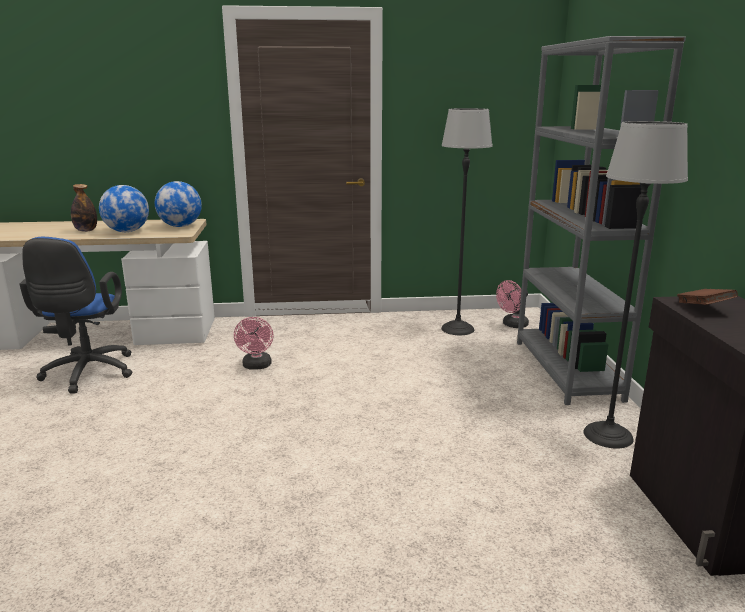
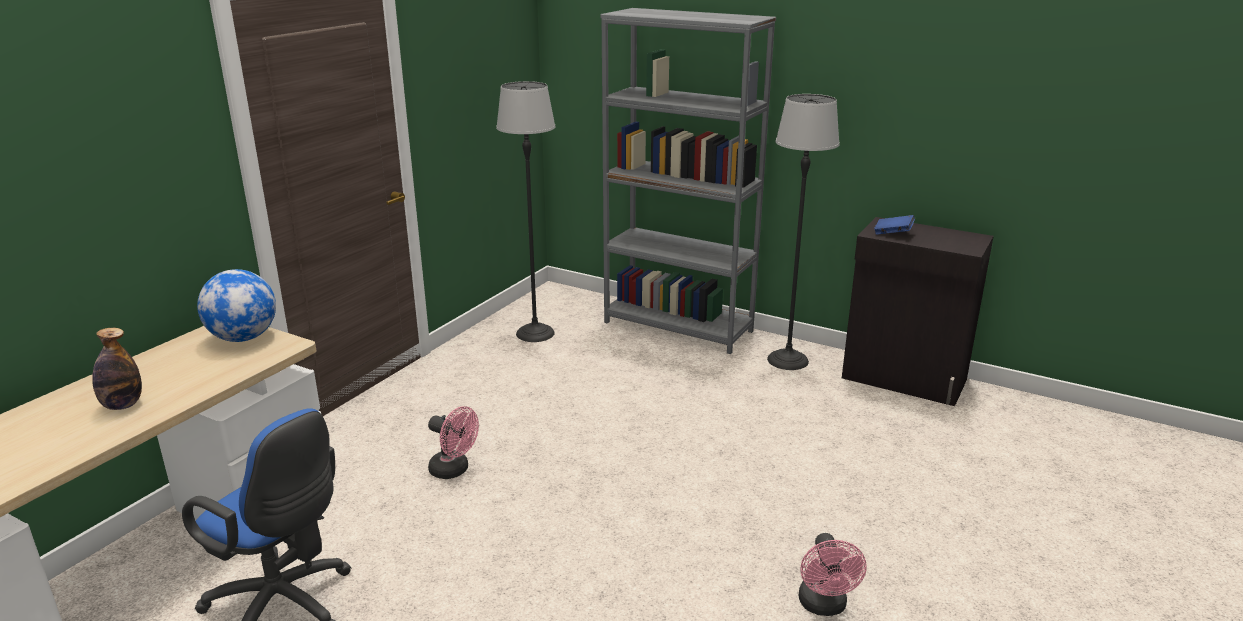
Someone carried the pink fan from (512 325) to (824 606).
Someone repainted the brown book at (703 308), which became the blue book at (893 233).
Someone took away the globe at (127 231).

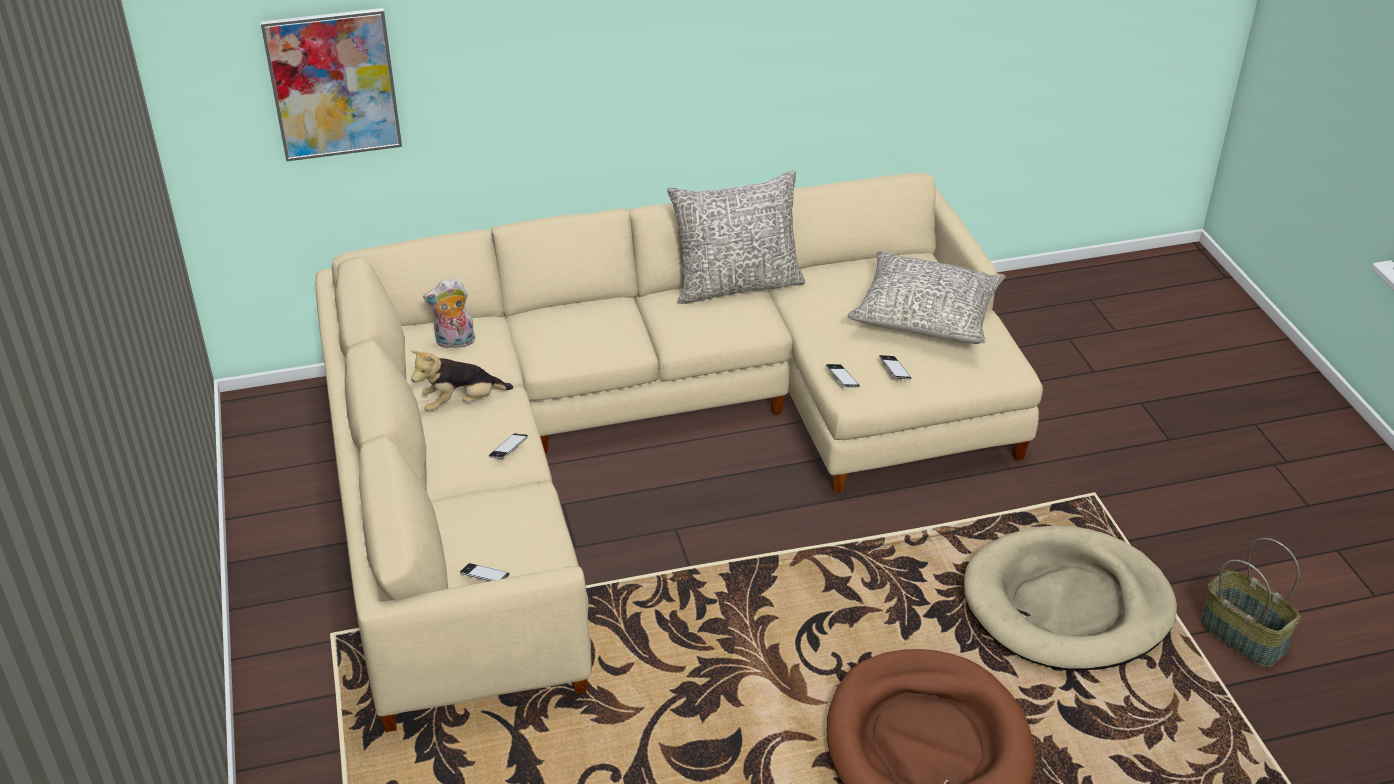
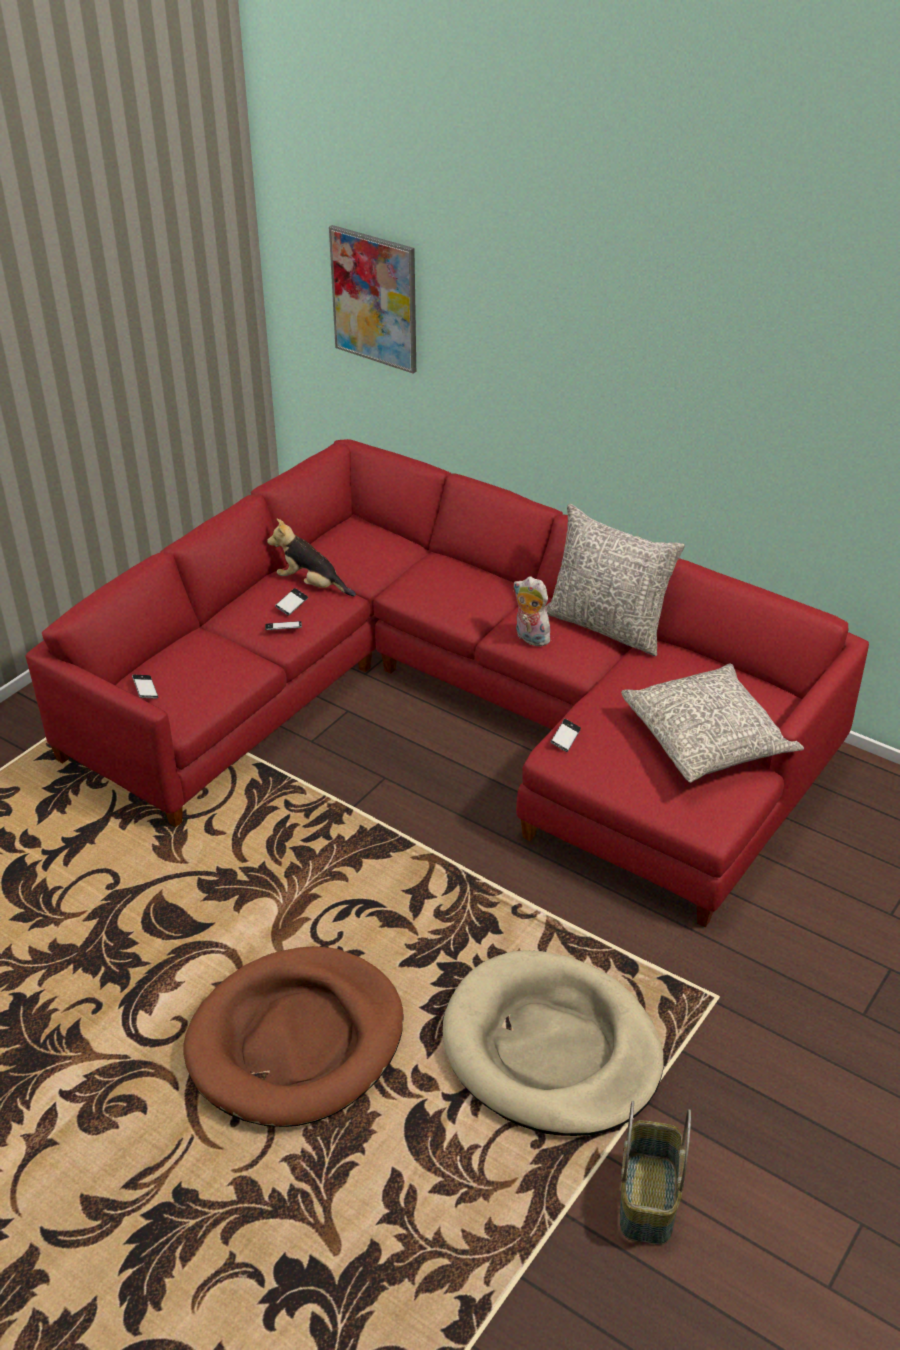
Someone repainted the beige sofa at (643 442), which became the red sofa at (457 710).
Someone carried the phone from (894 370) to (291 604).
Someone carried the plush toy from (454 343) to (530 638).

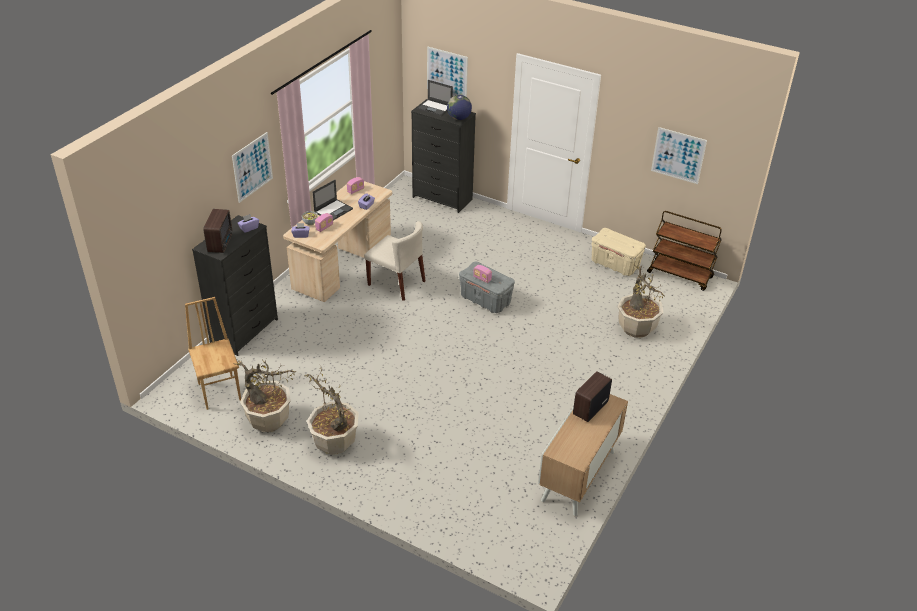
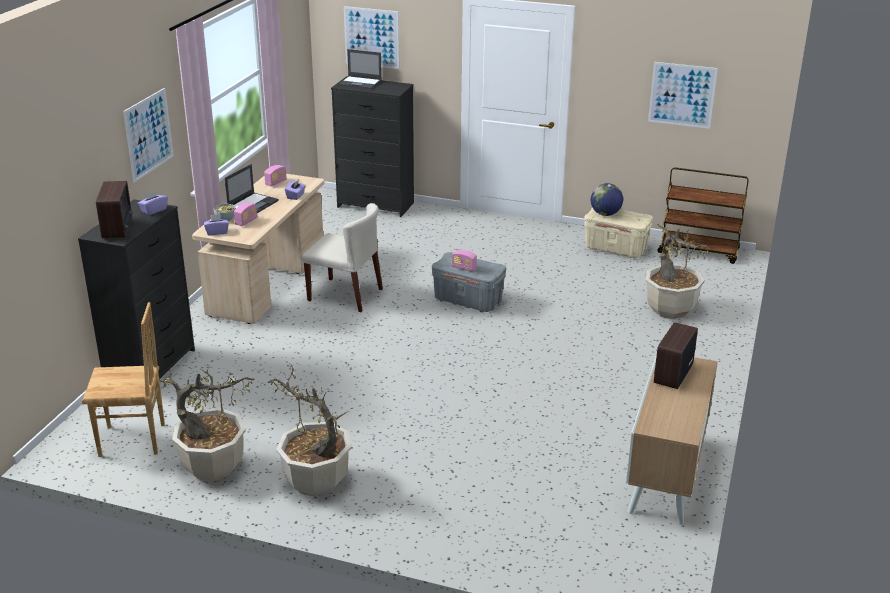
Someone rotated the brown chair at (220 391) by 120 degrees clockwise.
Someone carried the globe from (459 118) to (605 214).

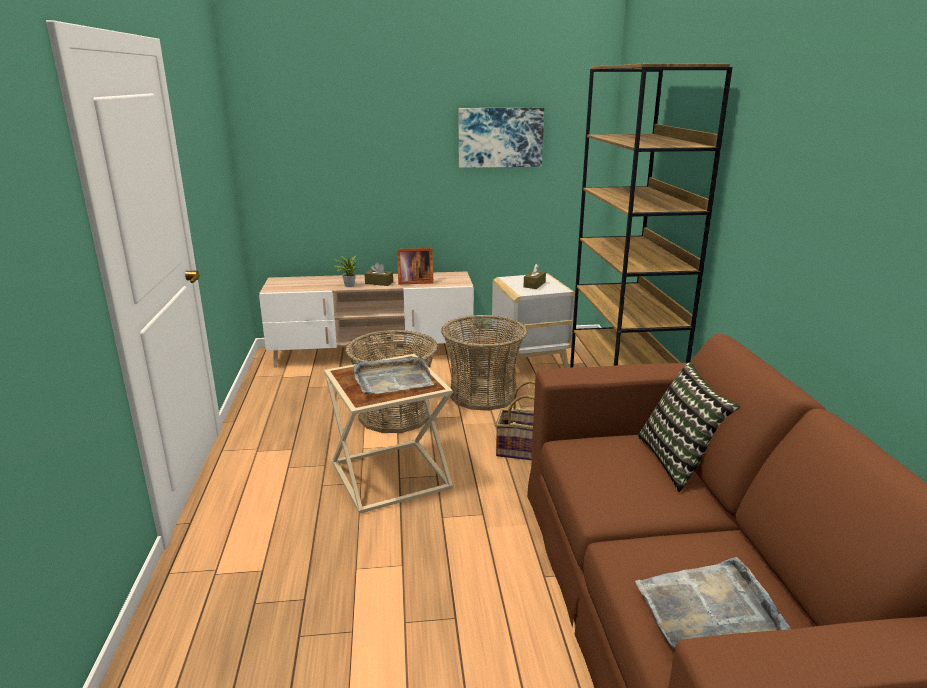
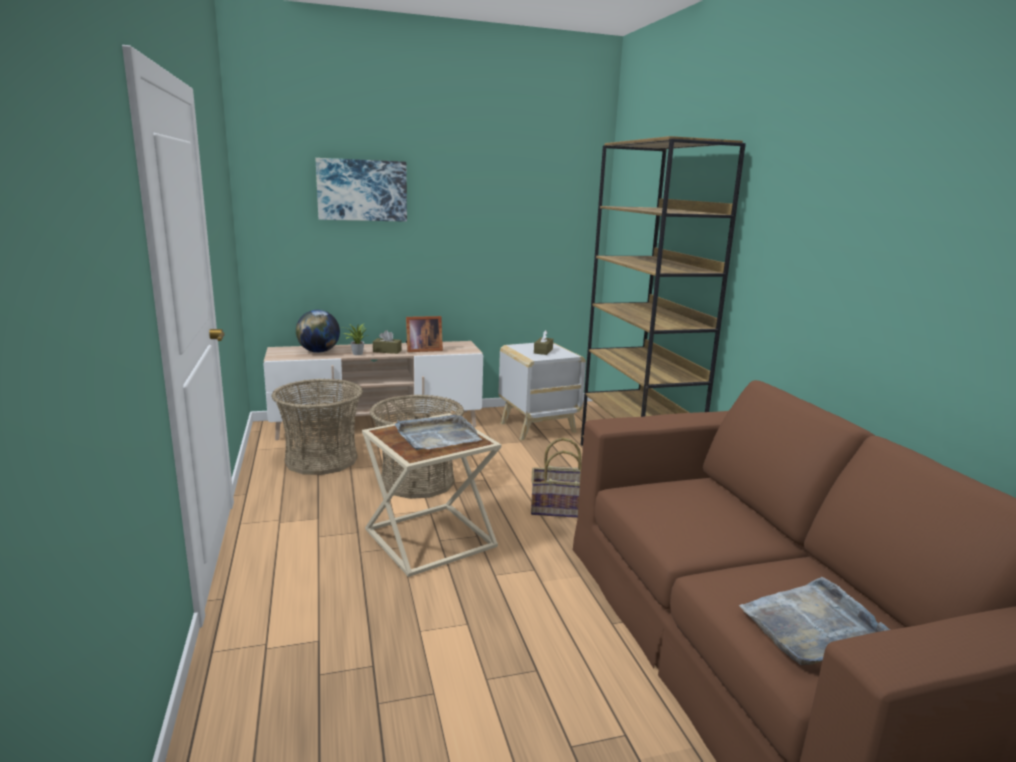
Someone carried the basket from (483 394) to (321 460).
Someone put down the globe at (318 352).
Someone carried the picture from (500 137) to (362 190).
Someone took away the pillow at (680 461).

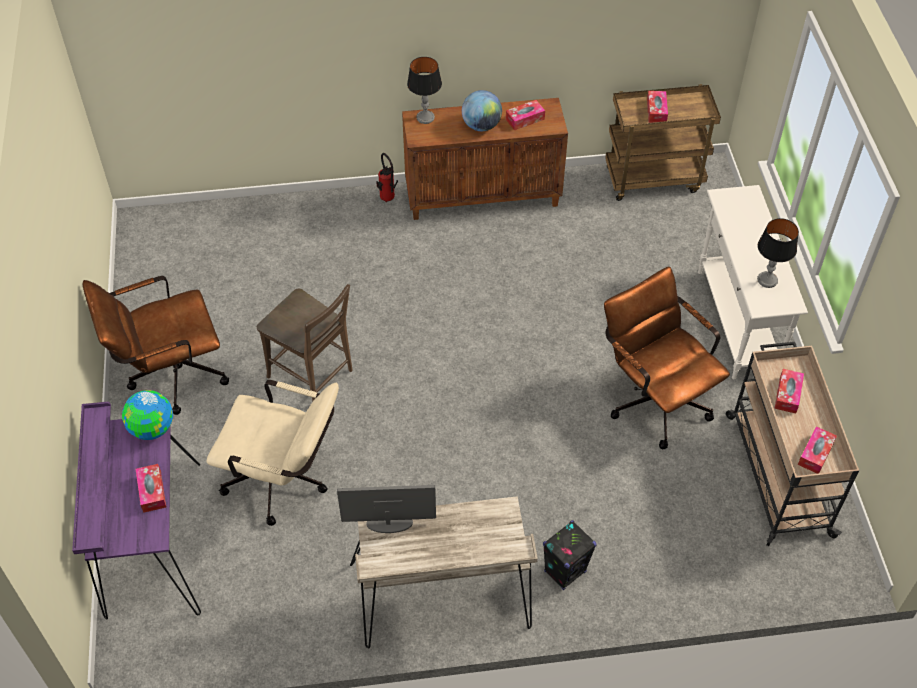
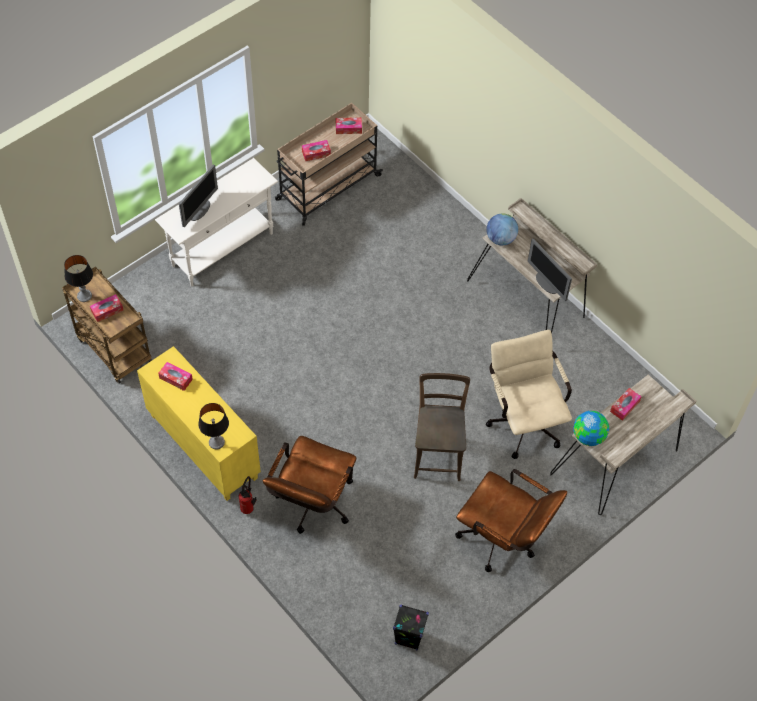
Someone carried the table lamp from (767 280) to (84 296).
Someone repainted the brown cabinet at (483 196), which became the yellow cabinet at (202 446).
Someone put down the monitor at (200 210).
Someone carried the brown office chair from (654 398) to (312 505).
Someone carried the black speaker from (565 571) to (408 637).
Someone carried the globe from (481 126) to (500 239).
Someone repainted the purple desk at (150 542), which became the beige desk at (617 463).

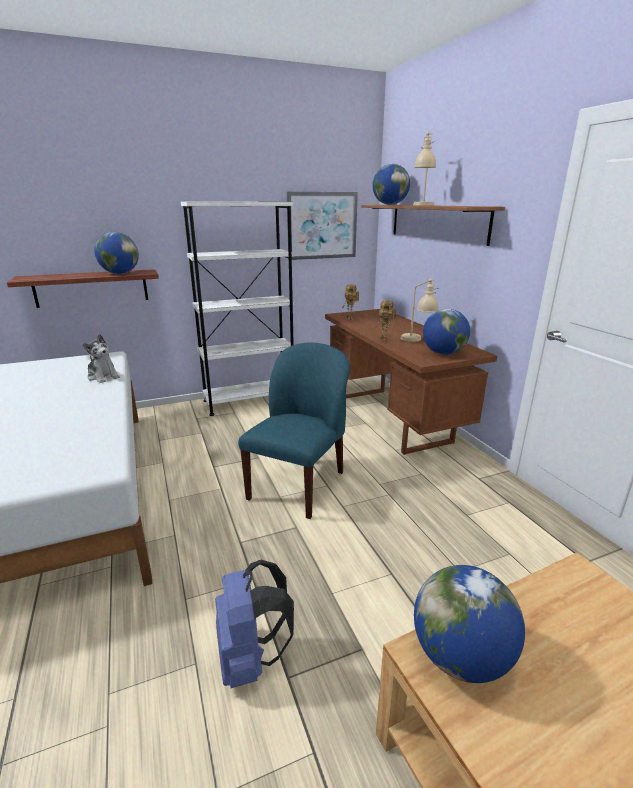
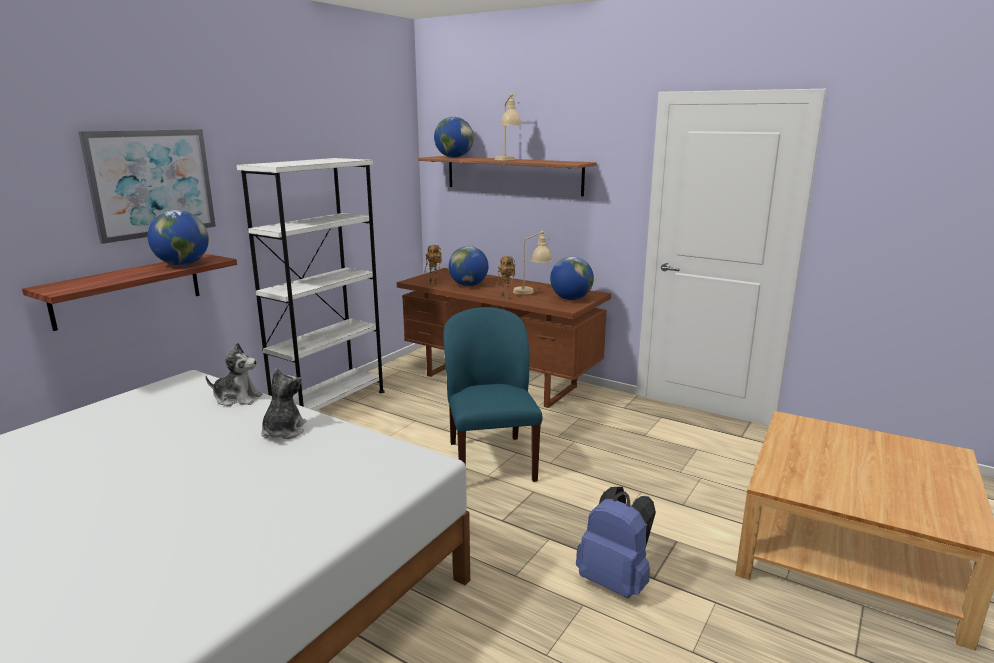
Someone carried the picture from (322 226) to (152 183).
Someone put down the plush toy at (283 431).
Someone carried the globe from (460 656) to (468 285).

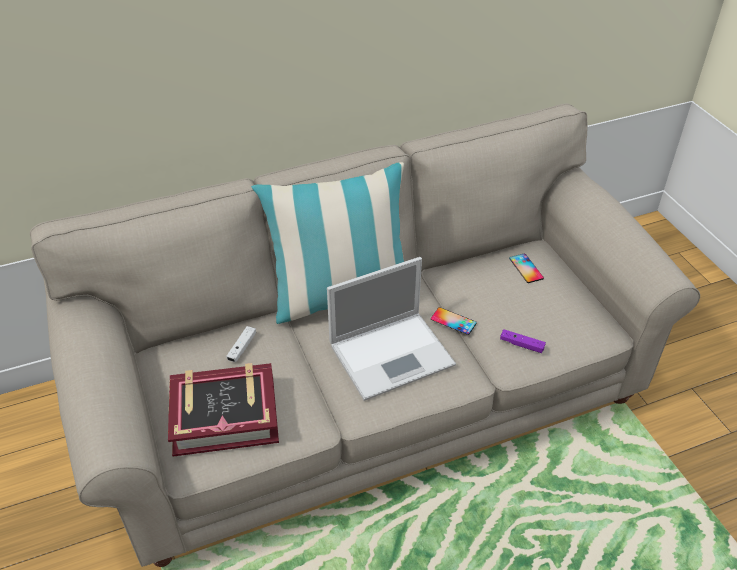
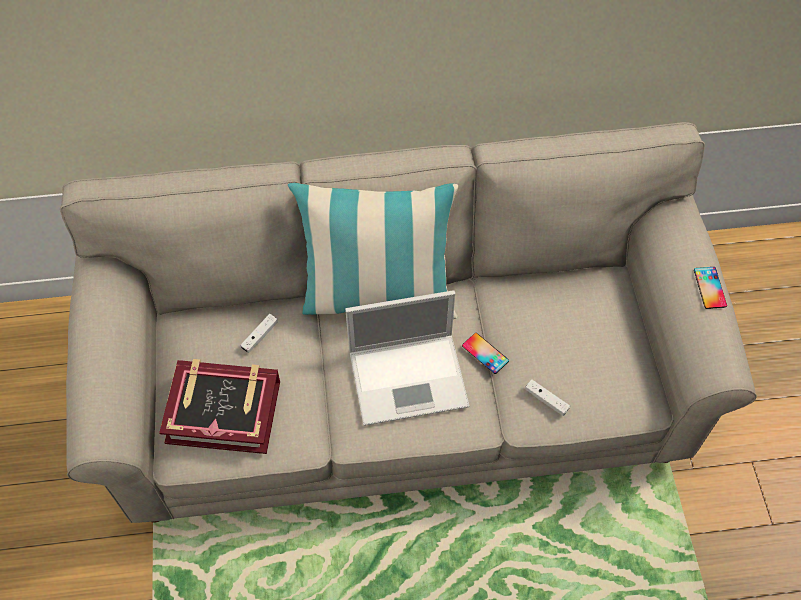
Someone repainted the purple game controller at (521 345), which became the white game controller at (546 400).
Someone carried the phone from (526 268) to (710 288).

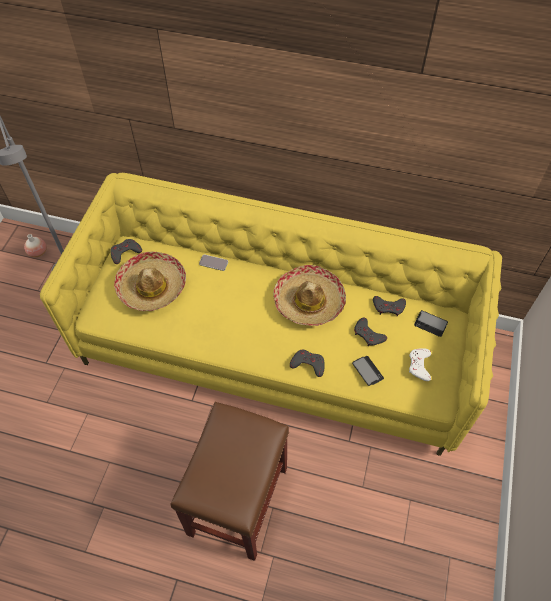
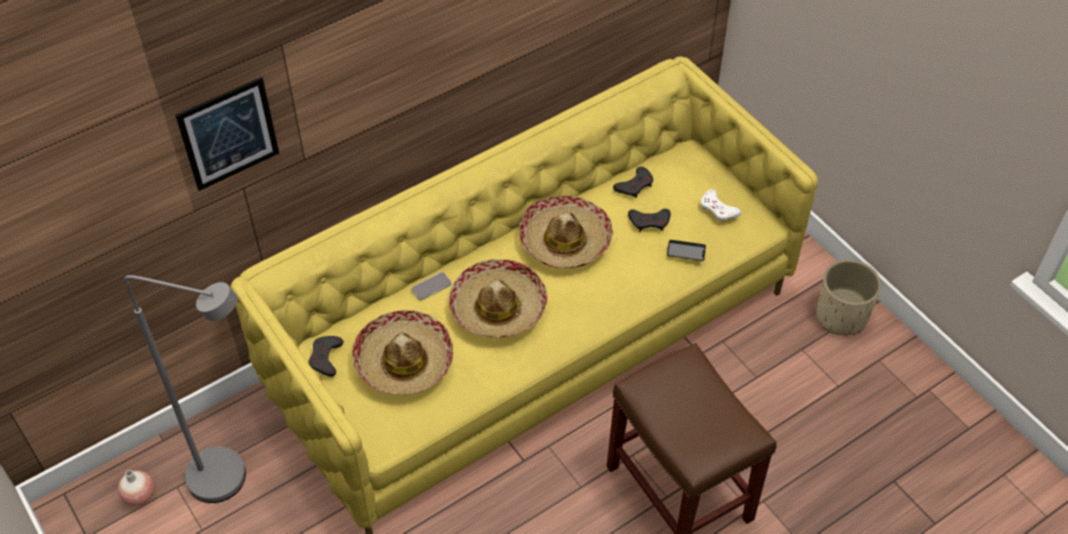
Someone put up the picture at (228 134).
Someone put down the hat at (498 307).
Someone put down the beige planter at (841 316).
Someone took away the grey game controller at (308 364).
Someone took away the phone at (430 324).

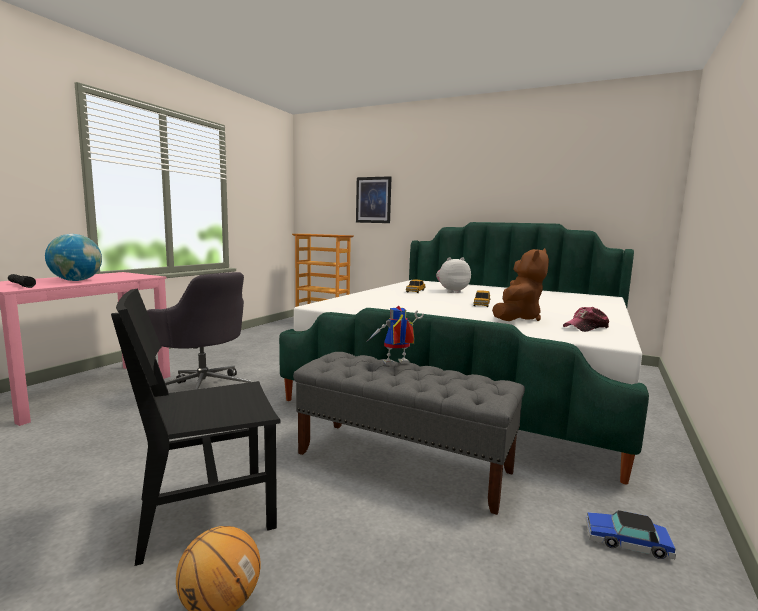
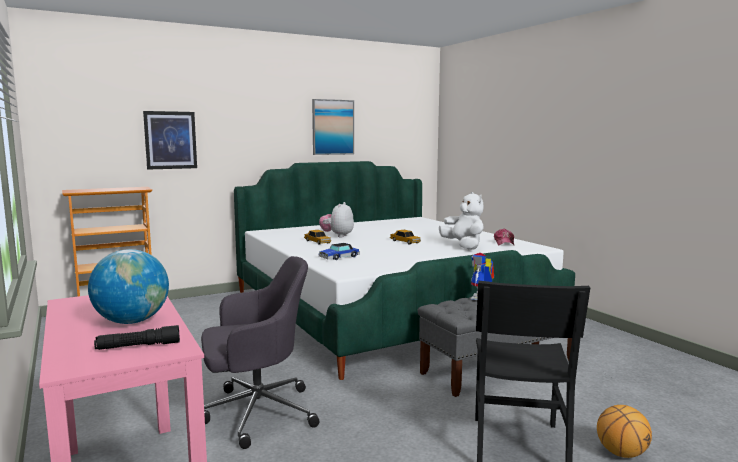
Someone put up the picture at (333 127).
Someone carried the toy car from (627 541) to (339 257).
Someone repainted the brown plush toy at (517 318), which became the white plush toy at (463 246).

